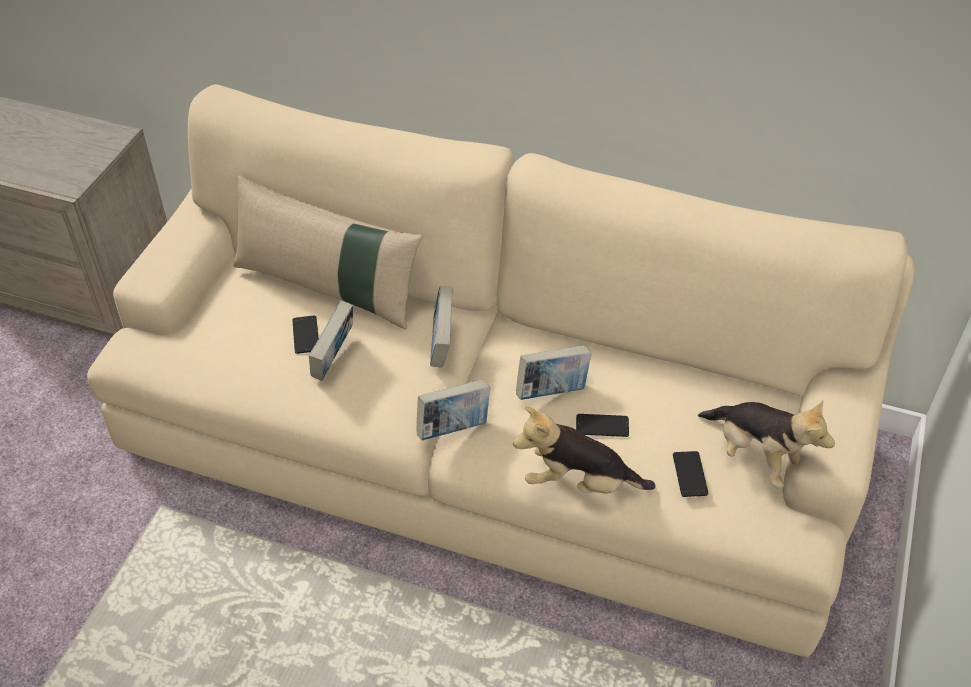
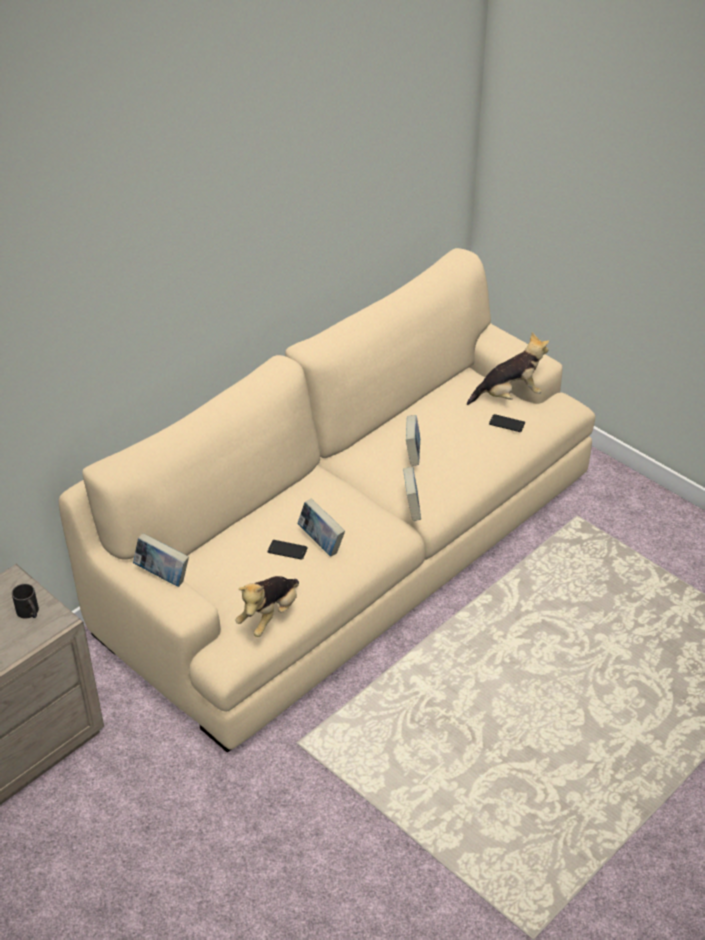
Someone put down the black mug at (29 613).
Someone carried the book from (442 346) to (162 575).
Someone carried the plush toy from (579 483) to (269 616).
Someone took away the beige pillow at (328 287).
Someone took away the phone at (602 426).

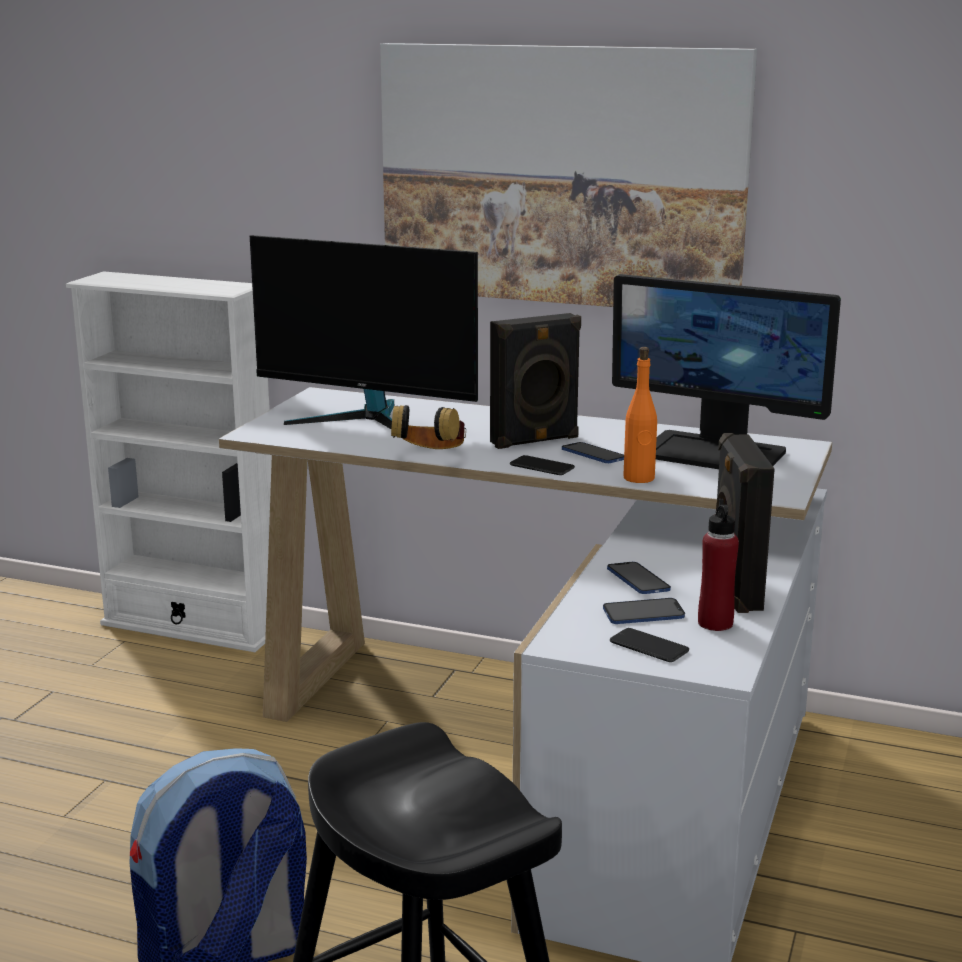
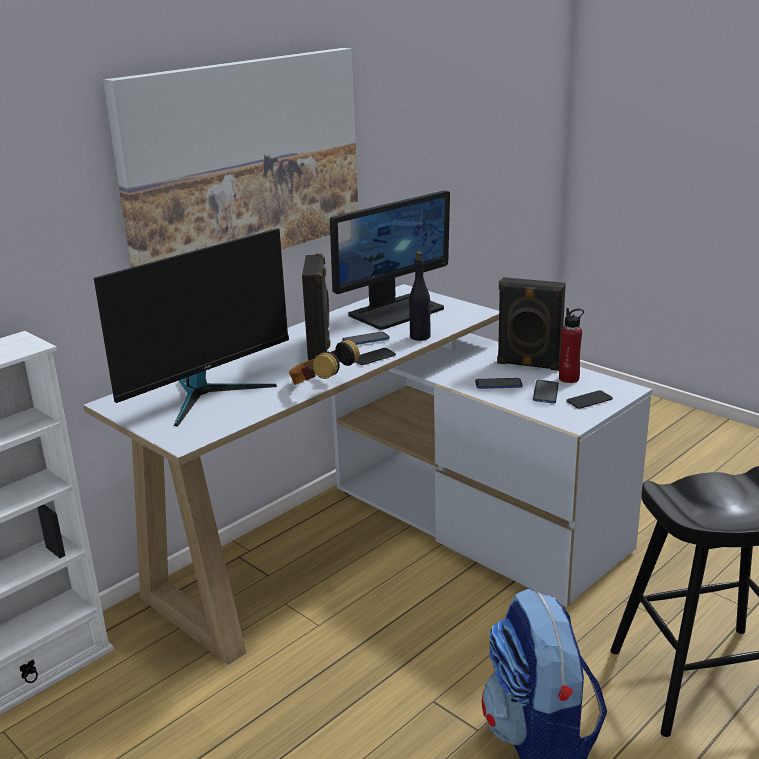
Someone repainted the orange bottle at (639 478), which became the black bottle at (420 337).

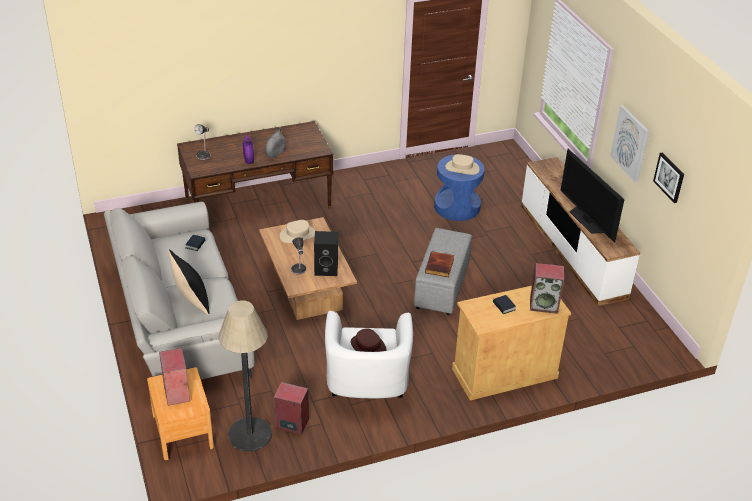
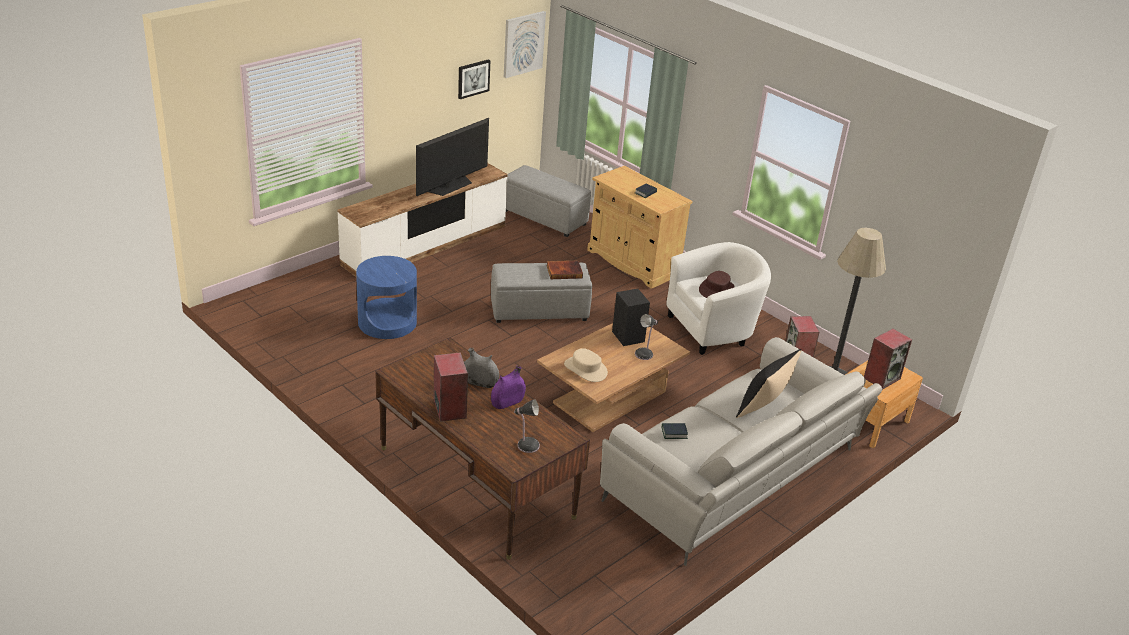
Someone carried the speaker from (544 304) to (449 408).
Someone carried the picture from (630 143) to (523 44).
Someone put down the grey ottoman at (544 218).
Someone took away the beige hat at (462 168).

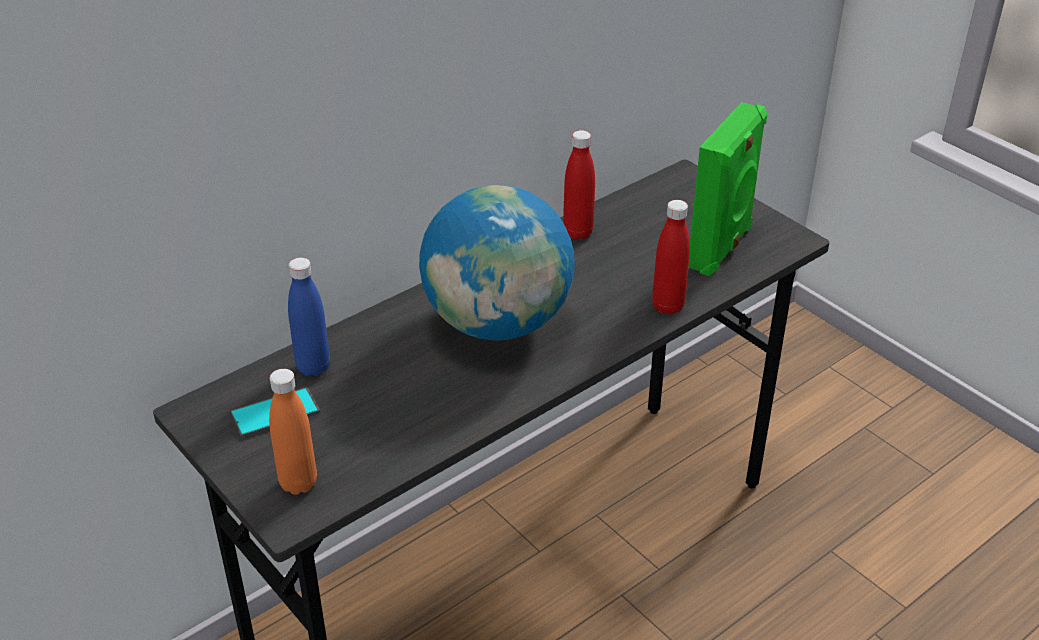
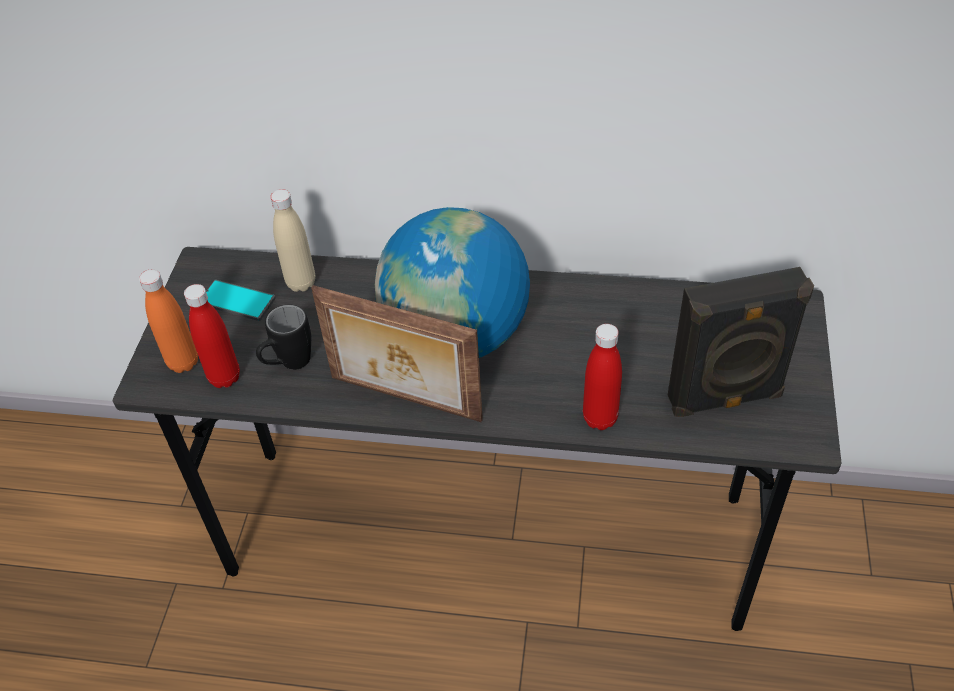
Someone carried the red bottle from (578 232) to (224 377).
Someone put down the black mug at (288 365).
Someone repainted the blue bottle at (313 367), which became the beige bottle at (301 283).
Someone put down the picture frame at (404 400).
Someone repainted the green speaker at (722 248), which became the black speaker at (725 399).

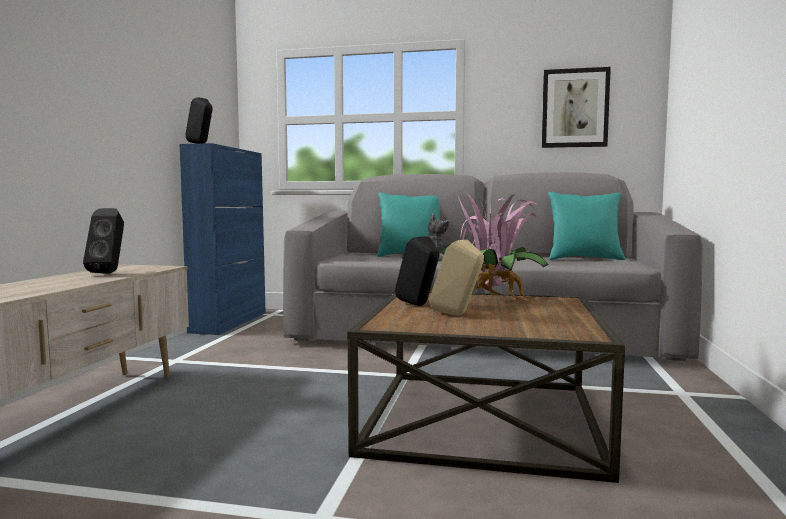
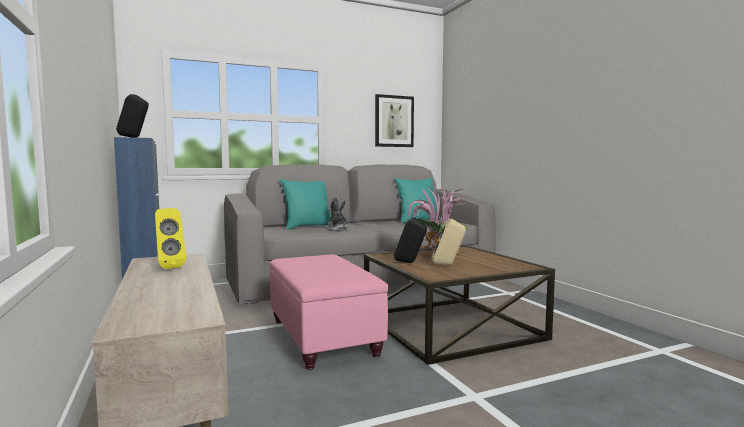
Someone repainted the black speaker at (109 273), which became the yellow speaker at (169 267).
Someone put down the pink ottoman at (322 337).

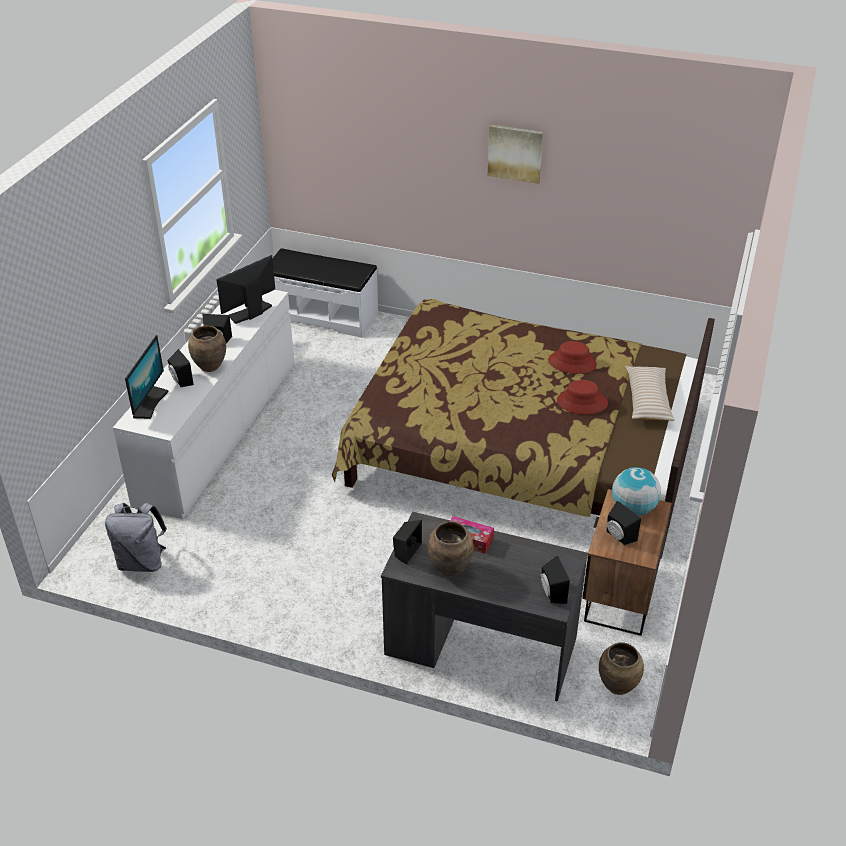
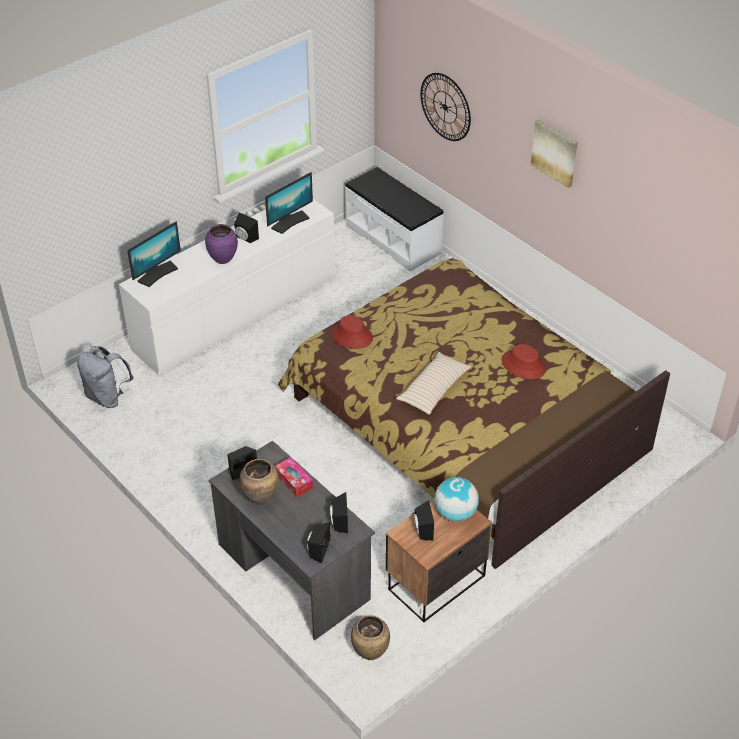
Someone repainted the brown vase at (210 366), which became the purple vase at (223 259).
Someone rotated the monitor at (250 312) by 150 degrees clockwise.
Someone carried the black speaker from (180 381) to (338 522).
Someone carried the red hat from (582 402) to (352 336).
Someone carried the beige pillow from (647 400) to (433 389).
Someone put up the wall clock at (445 107).

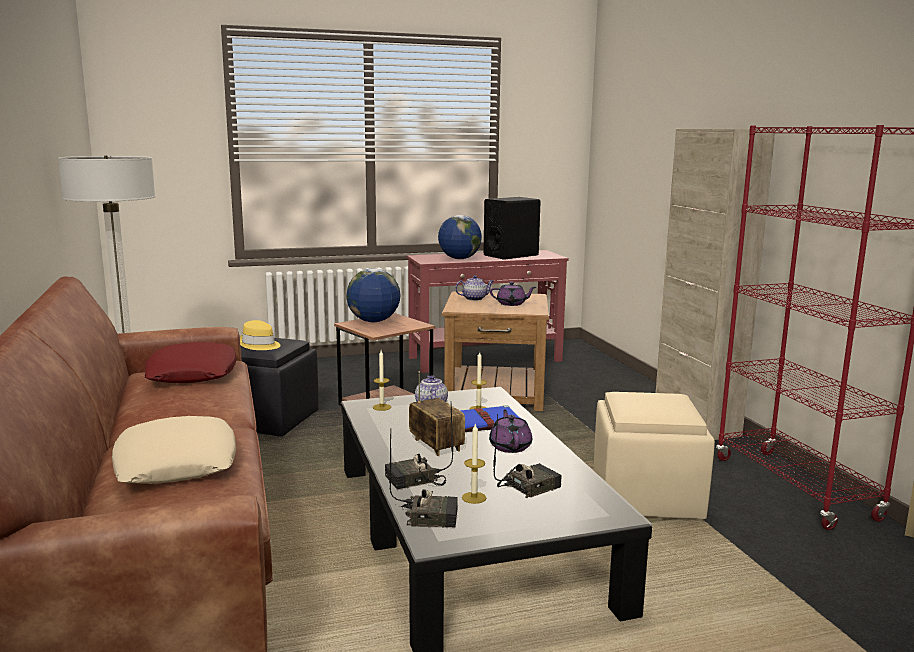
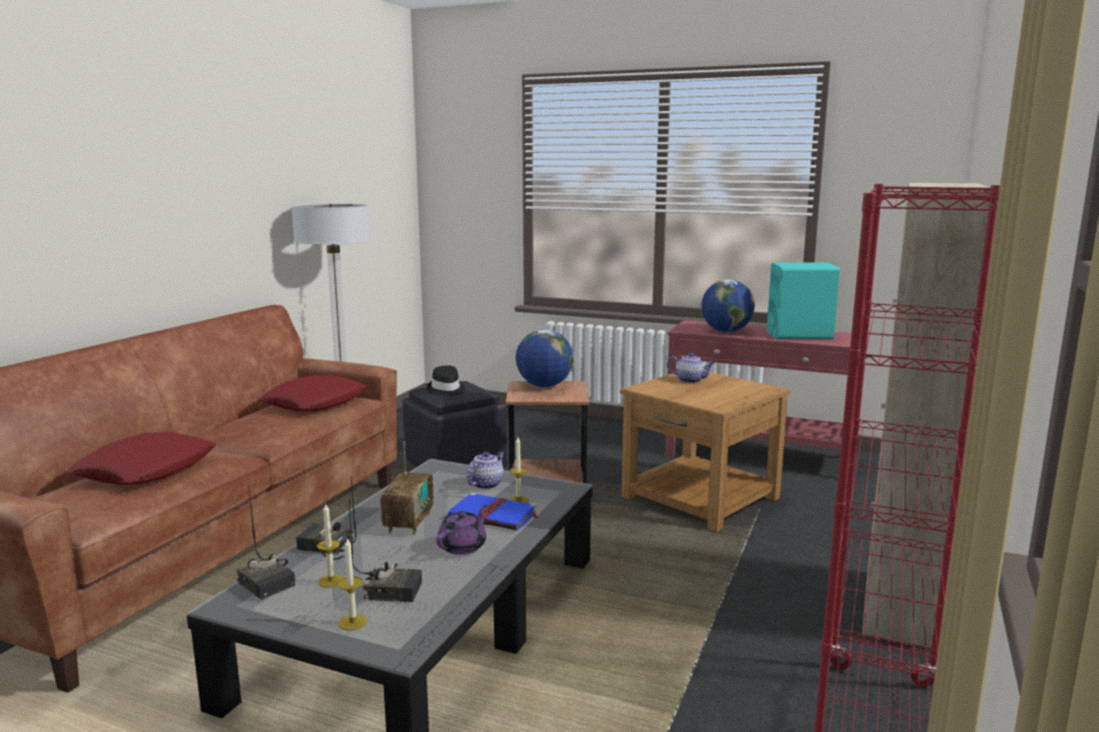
Someone repainted the beige pillow at (176 462), which became the red pillow at (146 470).
Someone carried the candle from (382 407) to (353 622).
Someone repainted the yellow hat at (259 345), which became the black hat at (446 390).
Someone repainted the black speaker at (511 255), which became the turquoise speaker at (799 335).
Someone took away the purple teapot at (512 304).
Someone took away the beige ottoman at (647 498).

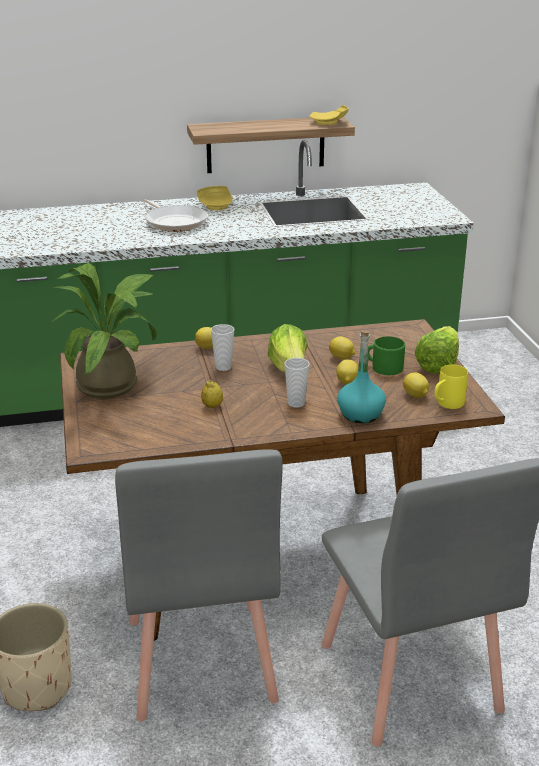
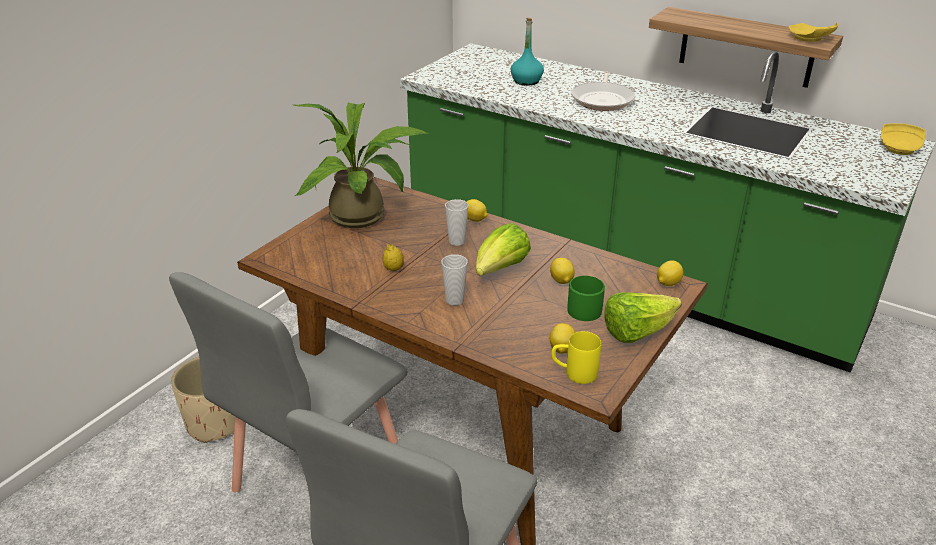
Someone carried the turquoise bottle from (360 414) to (526 81).
Someone carried the lemon from (347 382) to (667 283).
Someone carried the yellow plate from (216 206) to (900 148).

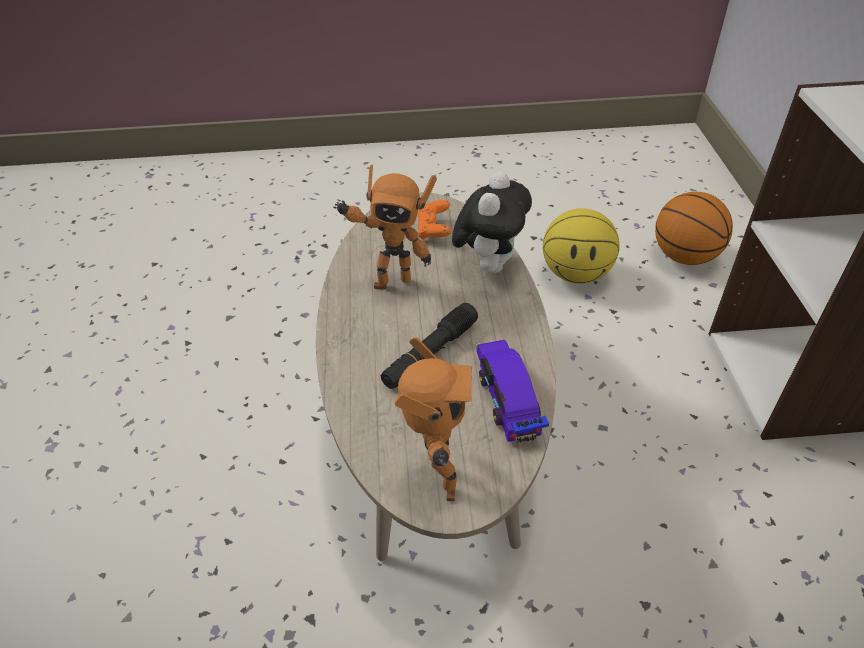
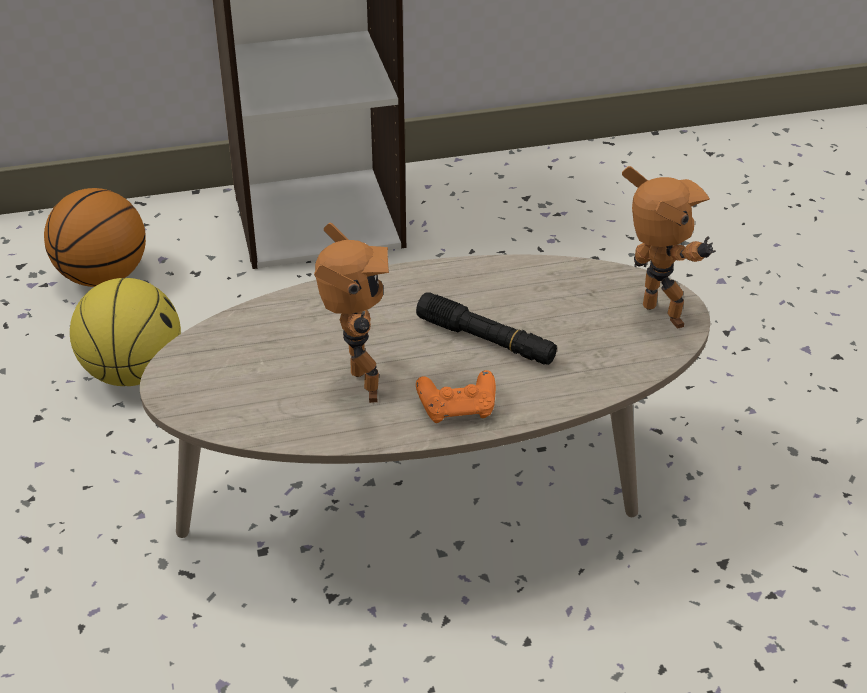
Someone carried the orange game controller from (434 230) to (457 409).
Someone rotated the toy robot at (436 483) by 75 degrees clockwise.
Someone took away the plush toy at (489 264).
Someone took away the toy car at (507 396).

